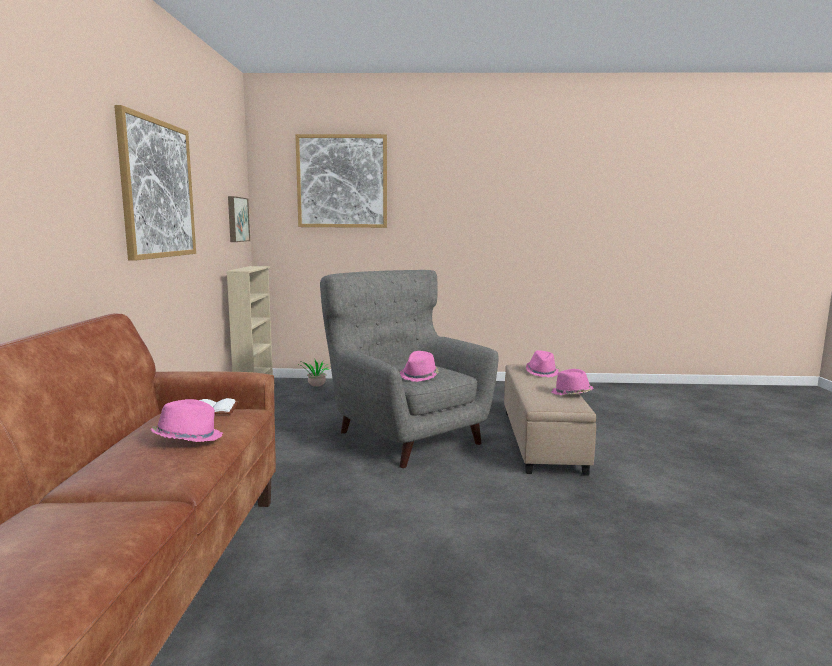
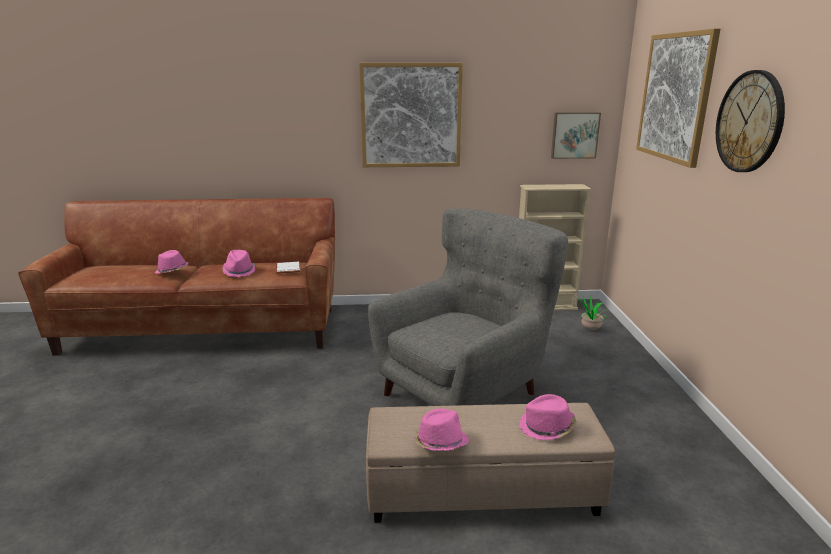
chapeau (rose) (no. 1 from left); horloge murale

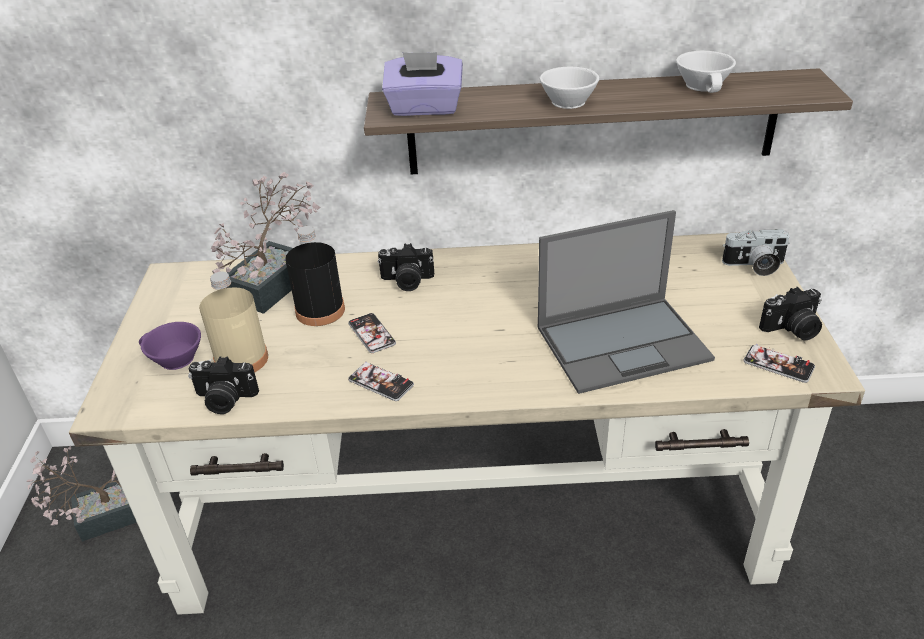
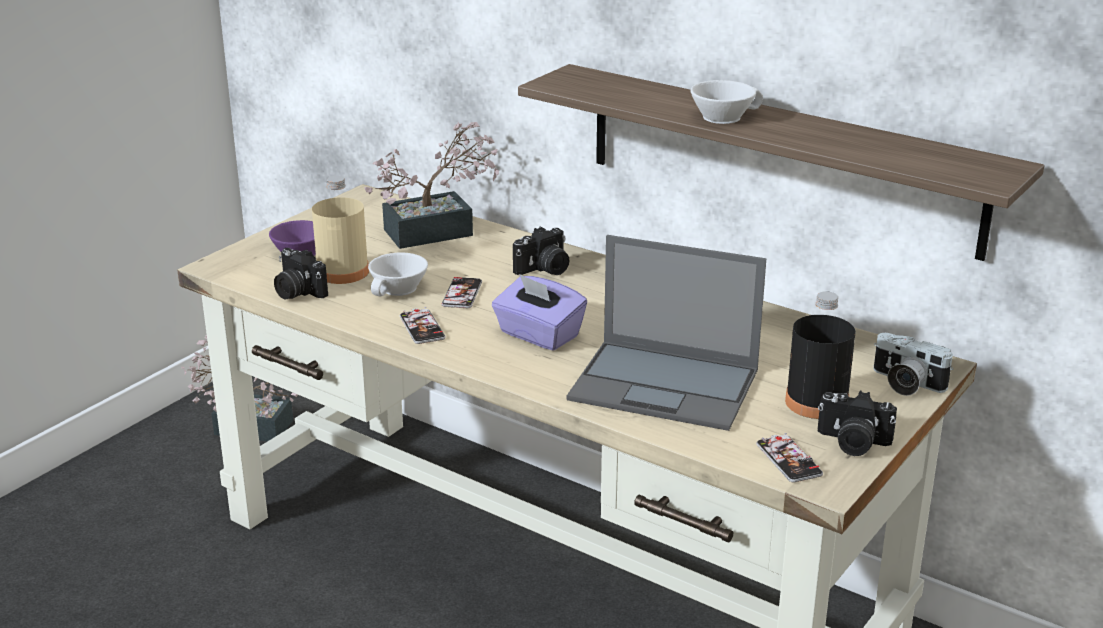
tasse (blanc) (no. 1 from left); boîte à mouchoirs (violet); appareil photo (no. 2 from left); bouteille (noir)

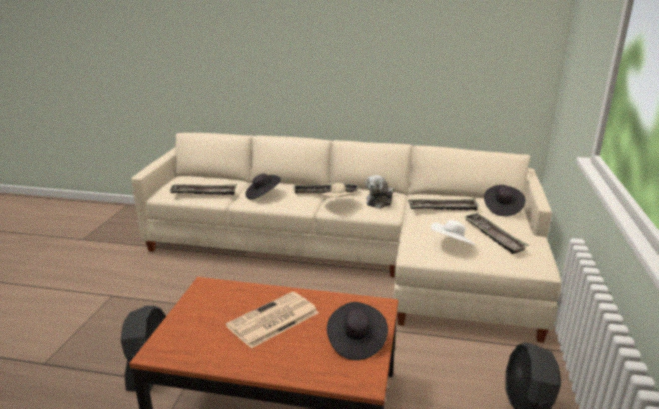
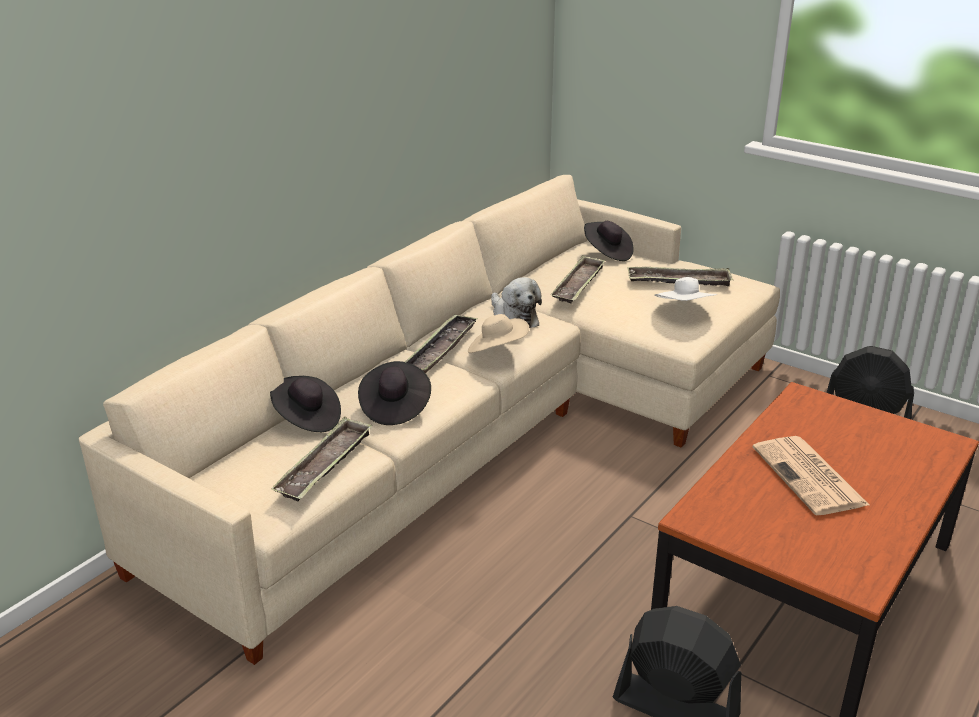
chapeau (noir) (no. 1 from left)

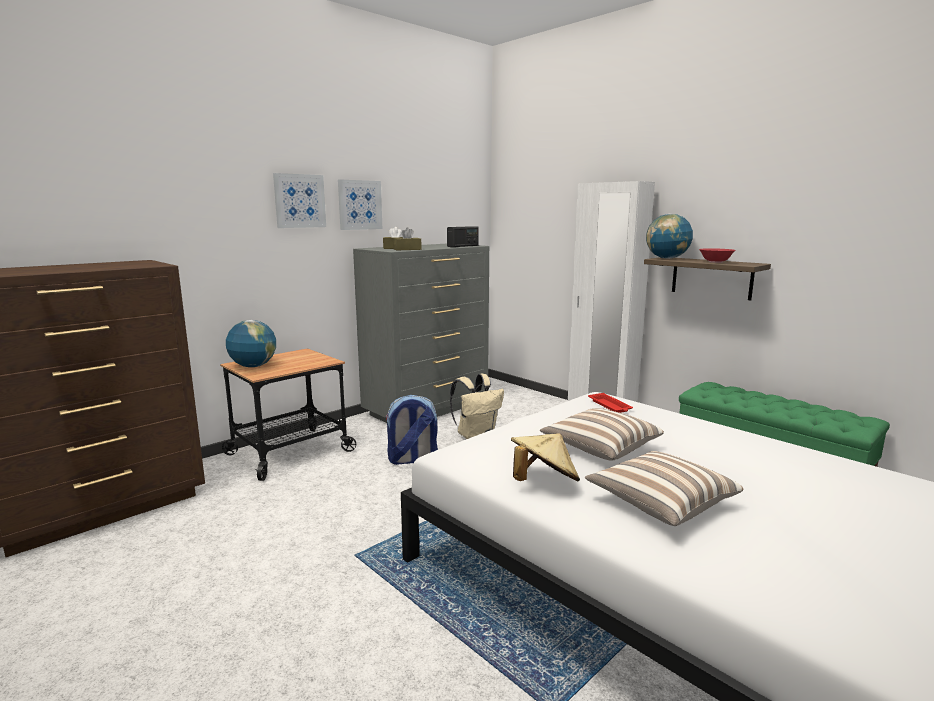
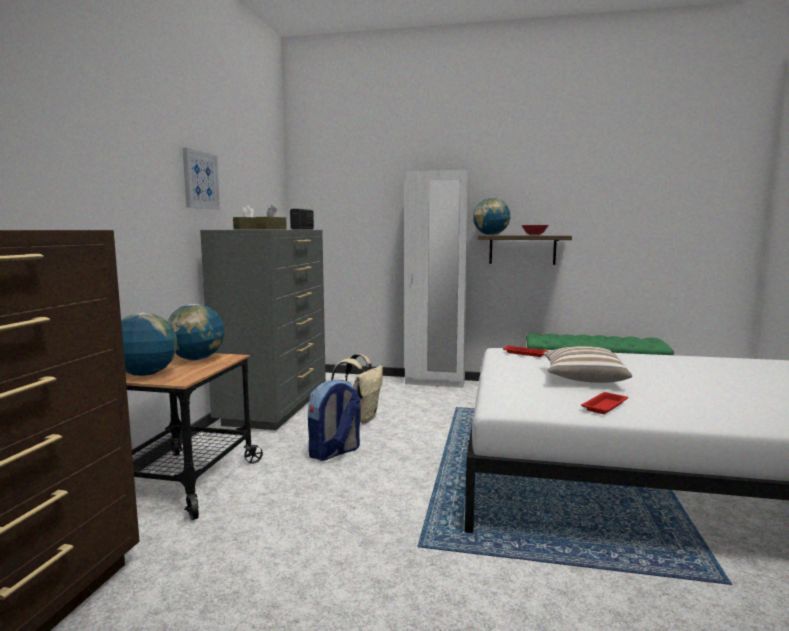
globe (no. 2 from left); plateau (rouge) (no. 2 from left); tableau (no. 1 from left in the first image); coussin (no. 2 from left in the first image)

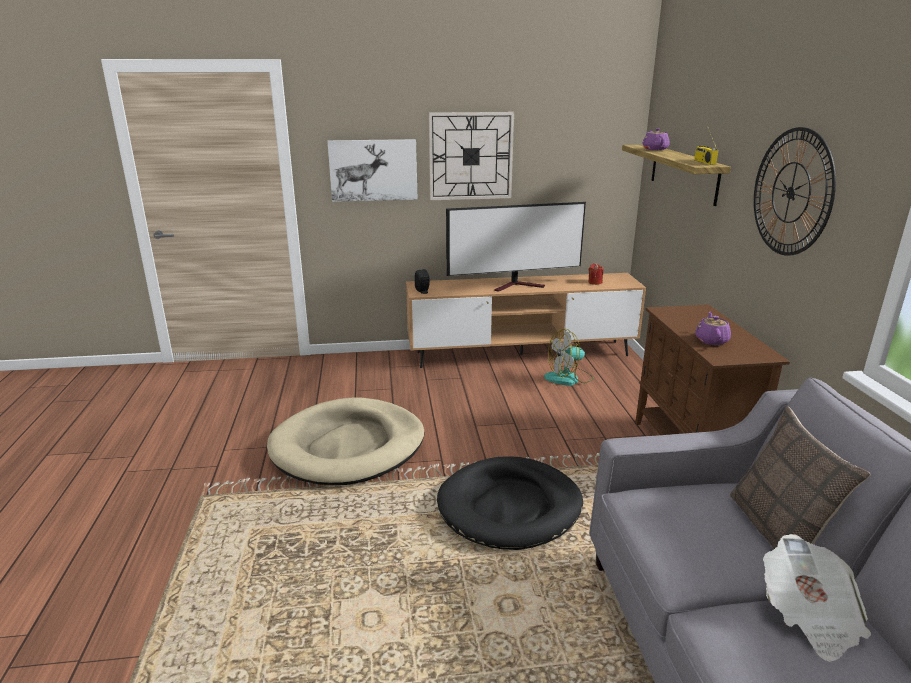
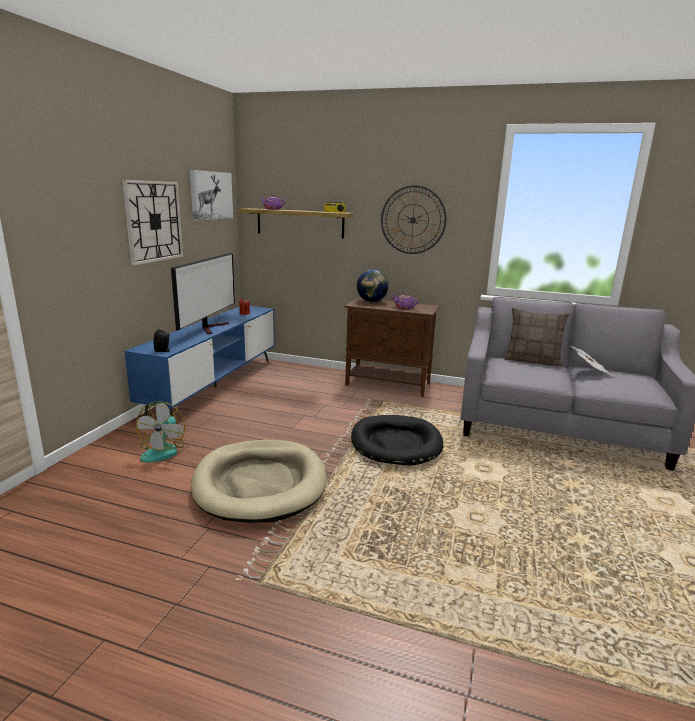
meuble télé (bleu); ventilateur; tableau; globe

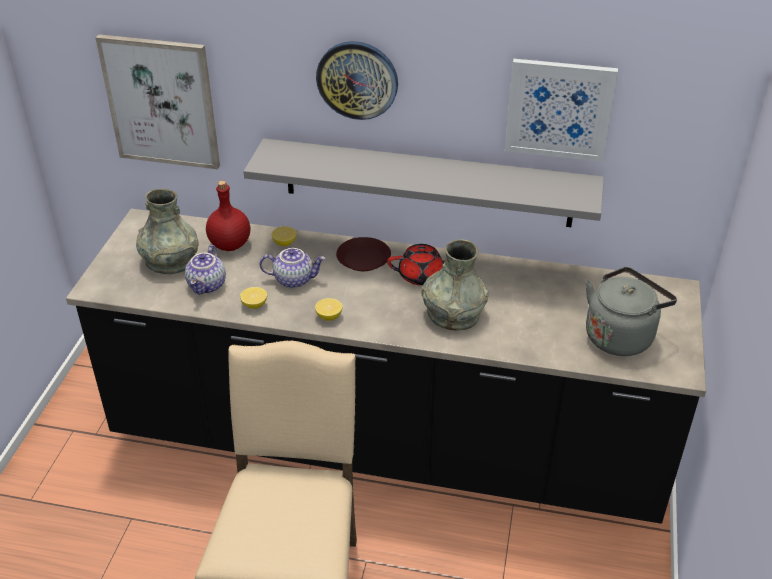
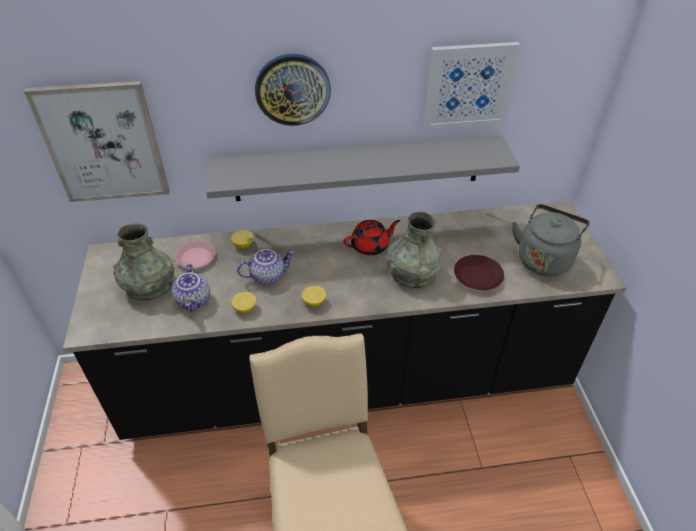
assiette (rose); assiette (marron)

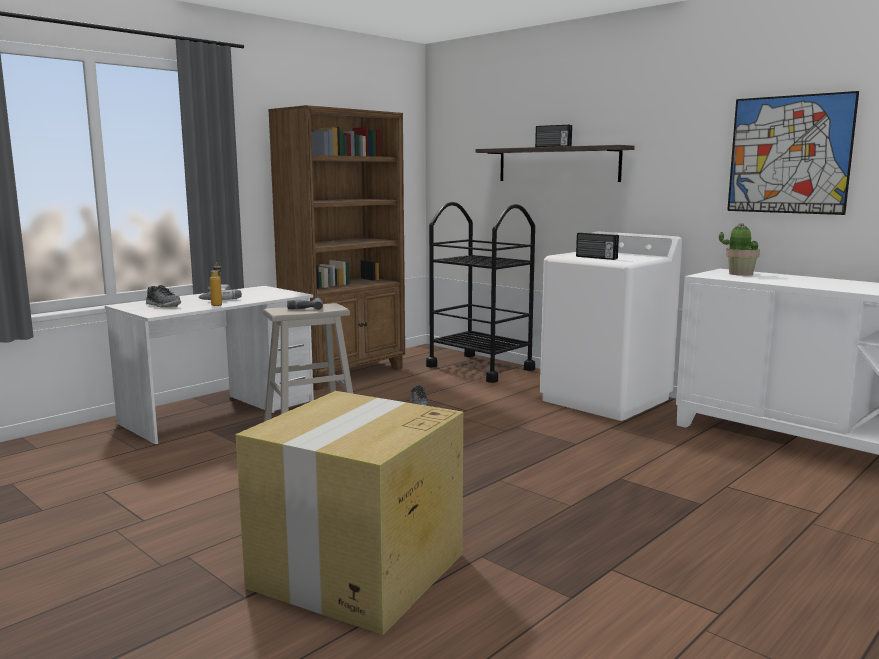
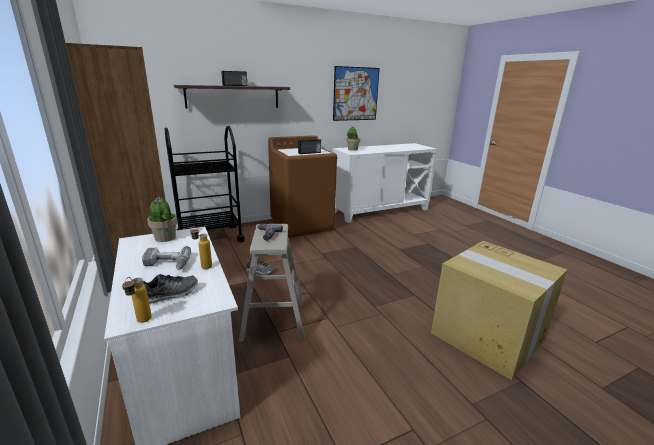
bouteille (no. 1 from left); plante en pot (no. 1 from left); lave-linge (marron)

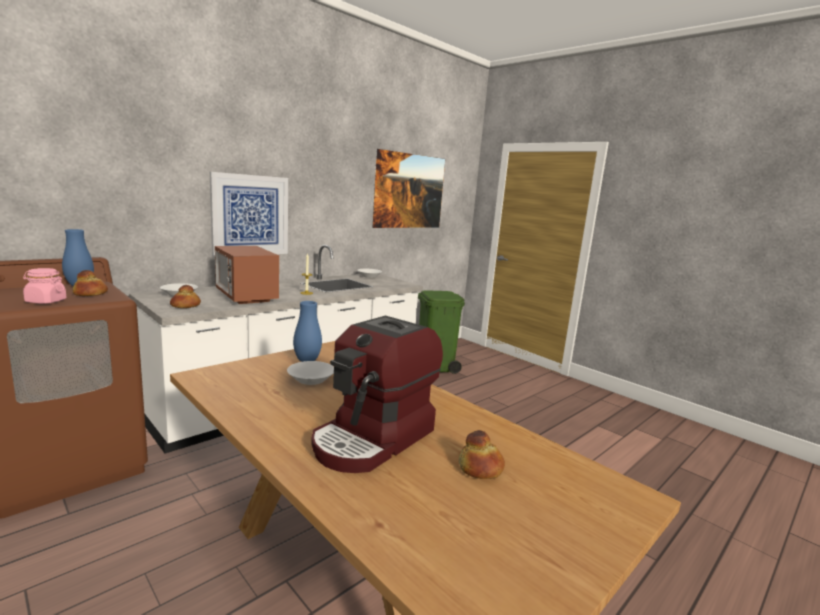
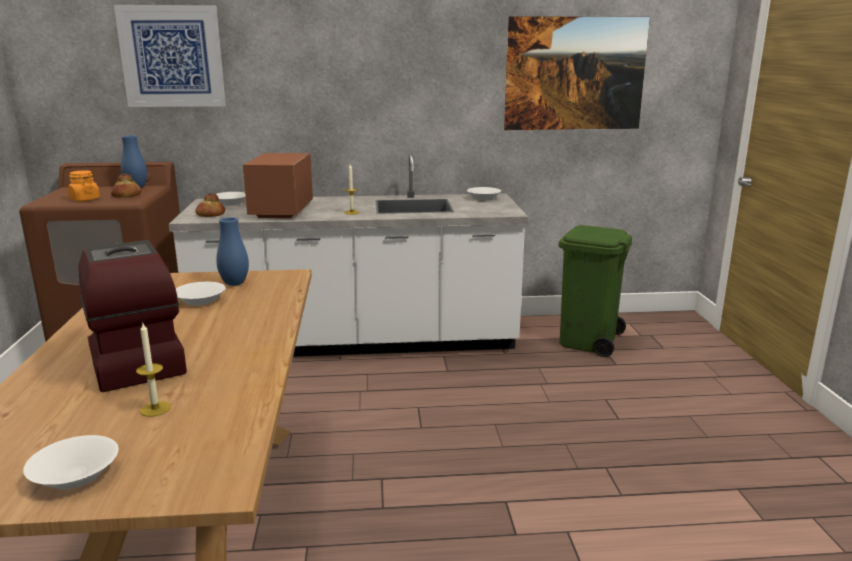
bol (blanc) (no. 1 from left); bocal (orange); machine à café; tableau (no. 1 from left); bougie (no. 1 from left)

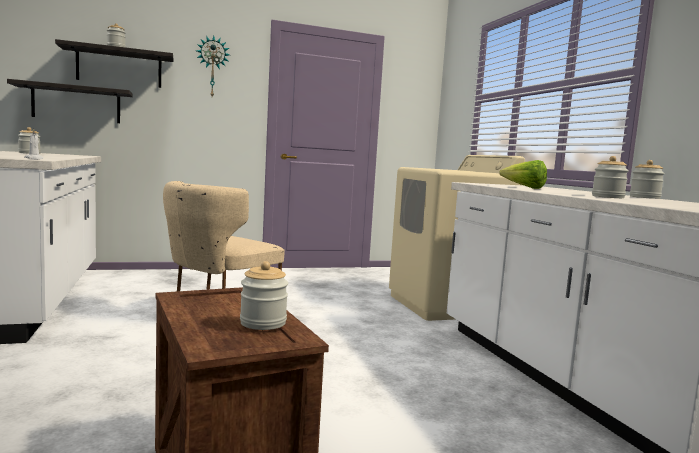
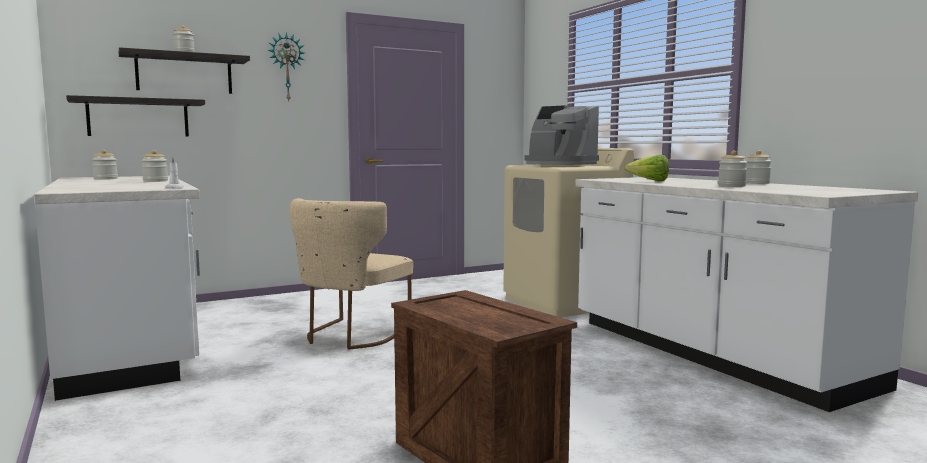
bocal (no. 2 from left); machine à café

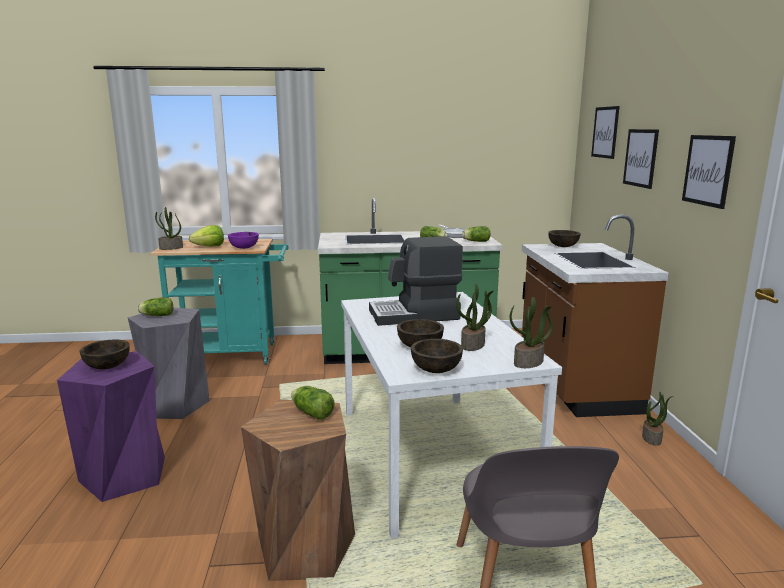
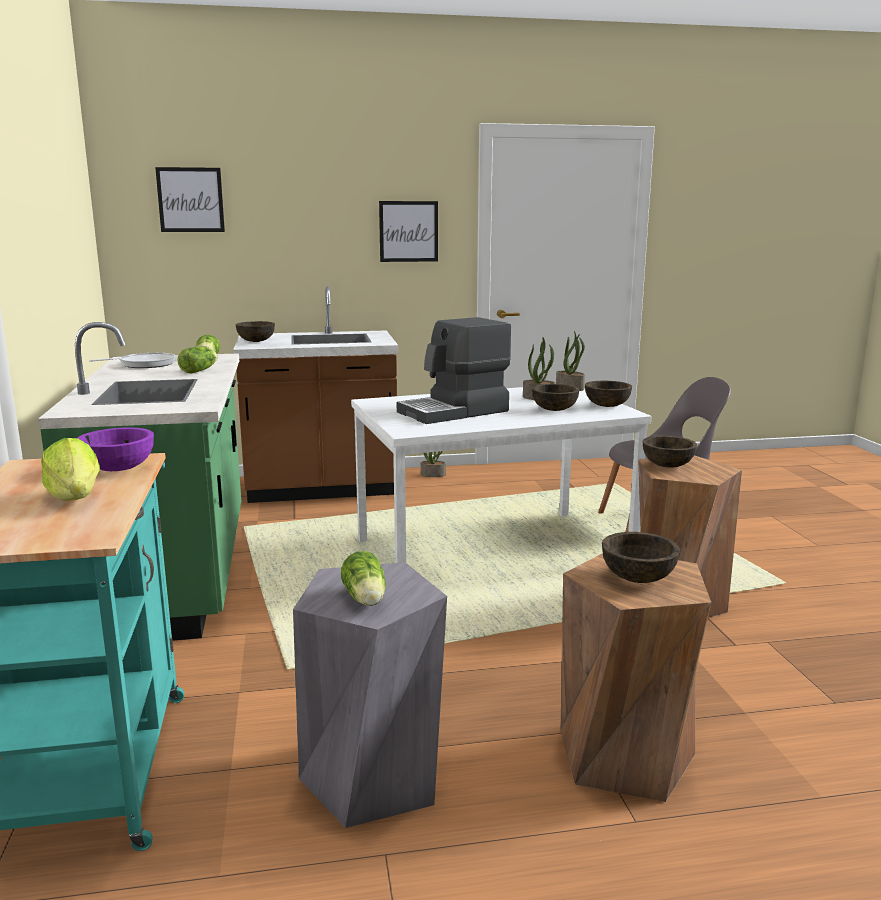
machine à café; tabouret (marron) (no. 1 from left); bol (marron) (no. 5 from left); plante en pot (no. 1 from left in the first image); tableau (no. 2 from left in the first image)

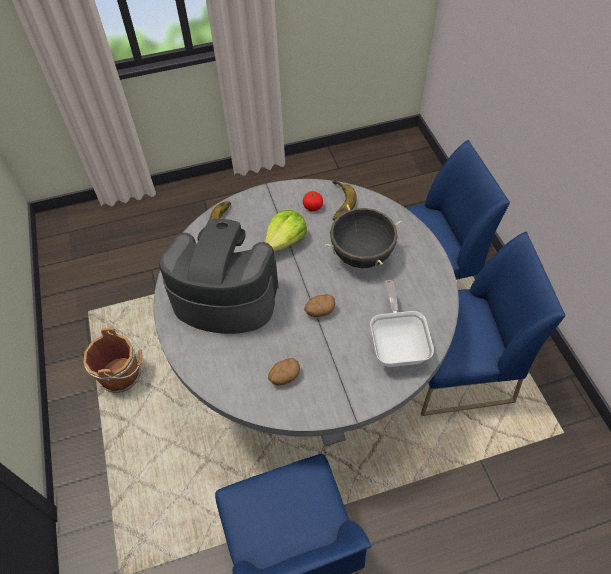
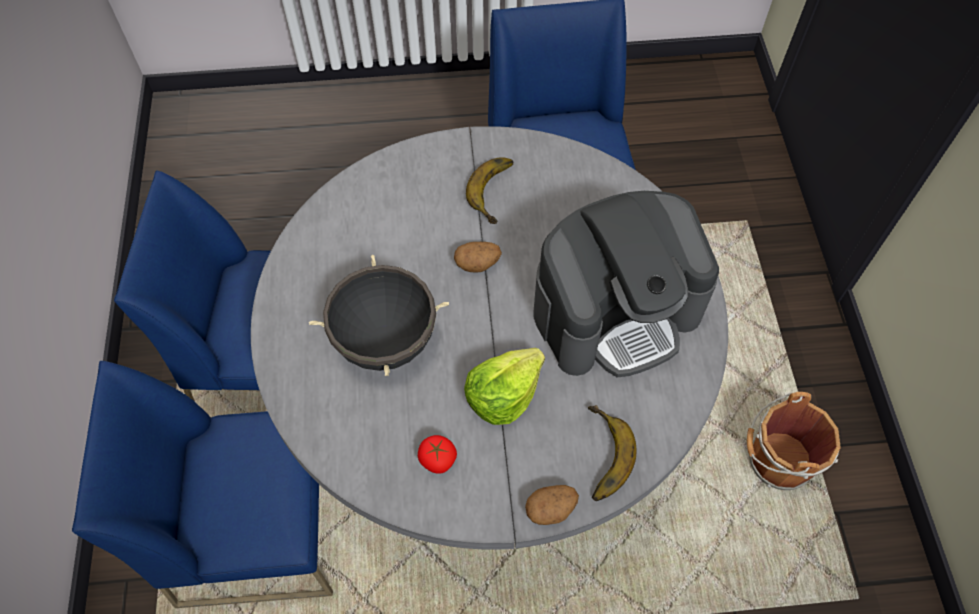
banane (no. 1 from left); pomme de terre (no. 2 from left); machine à café; poêle

